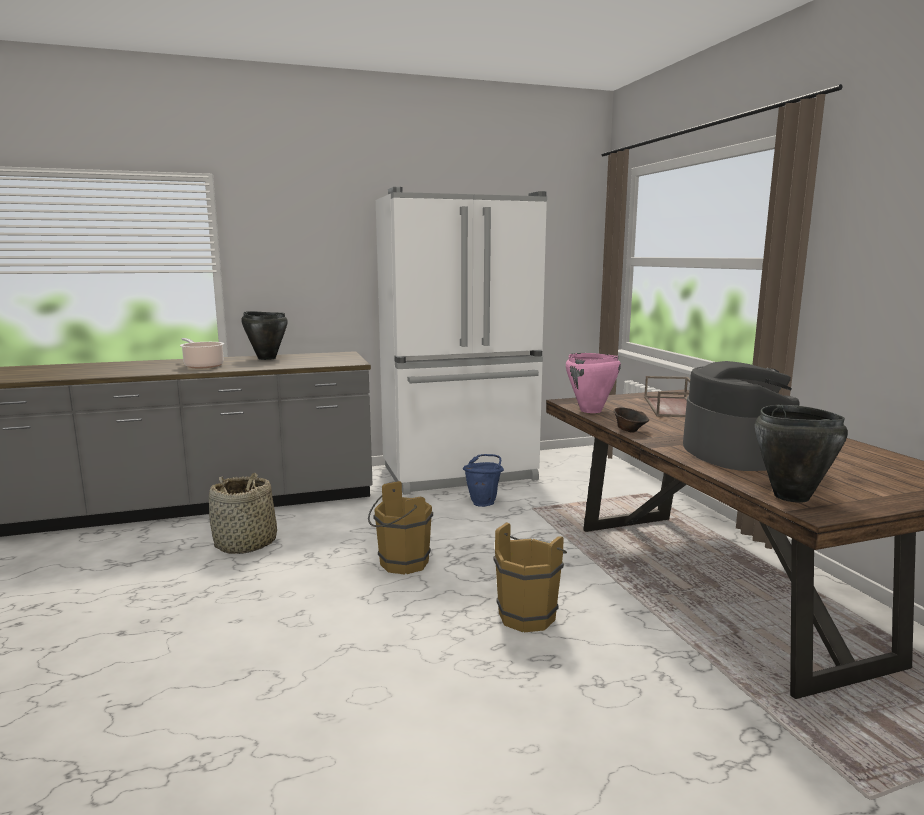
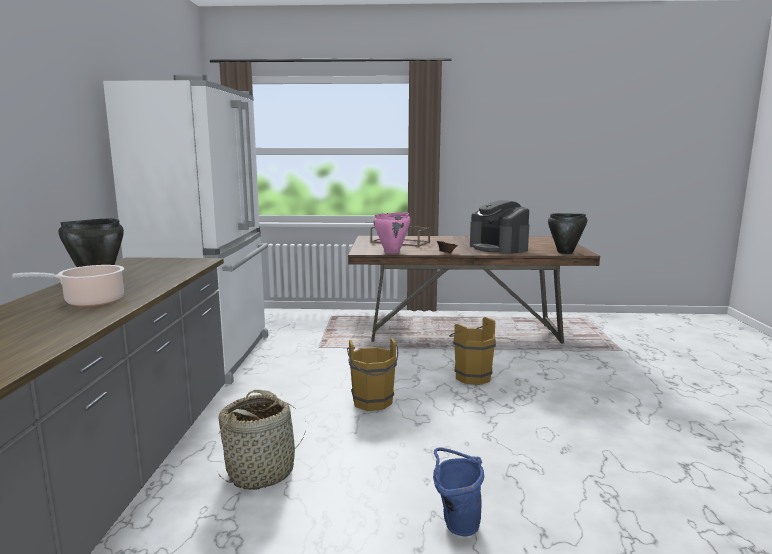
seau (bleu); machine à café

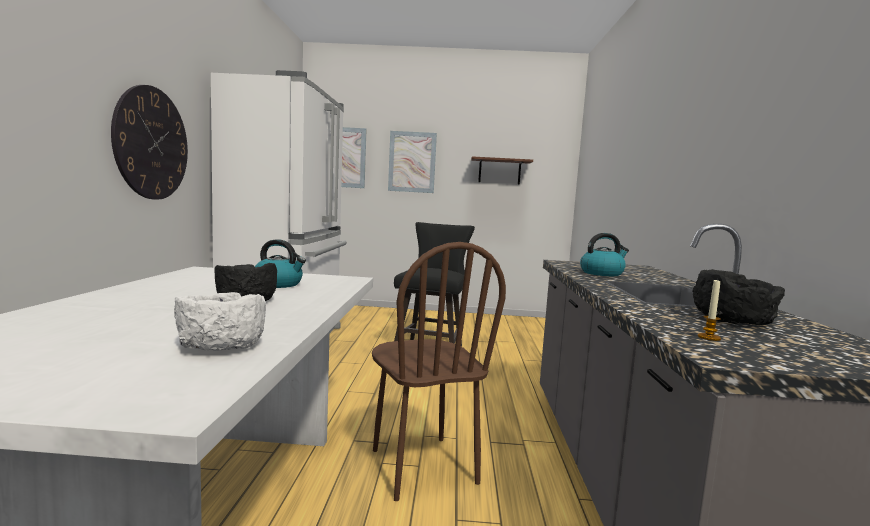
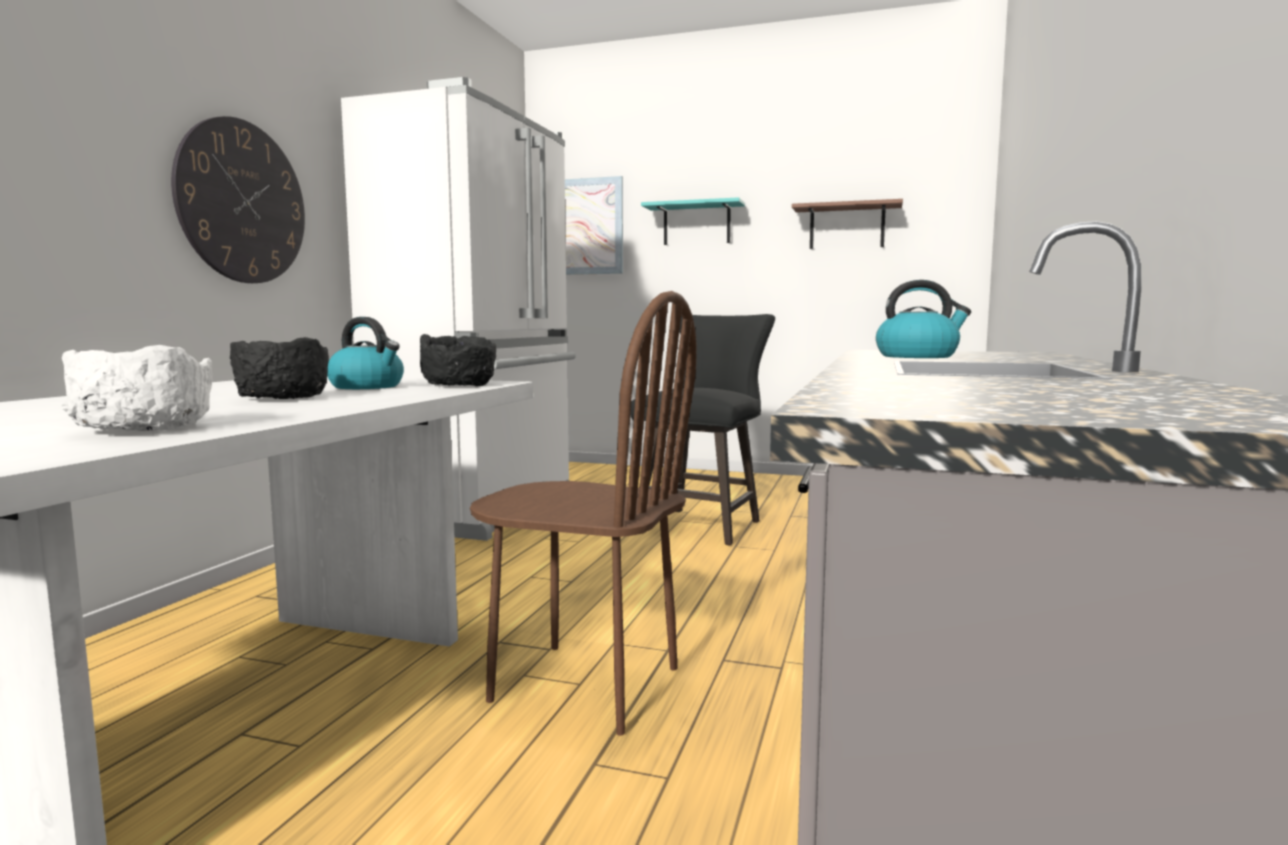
bol (noir) (no. 2 from left); chaise (marron); étagère (turquoise); bougie

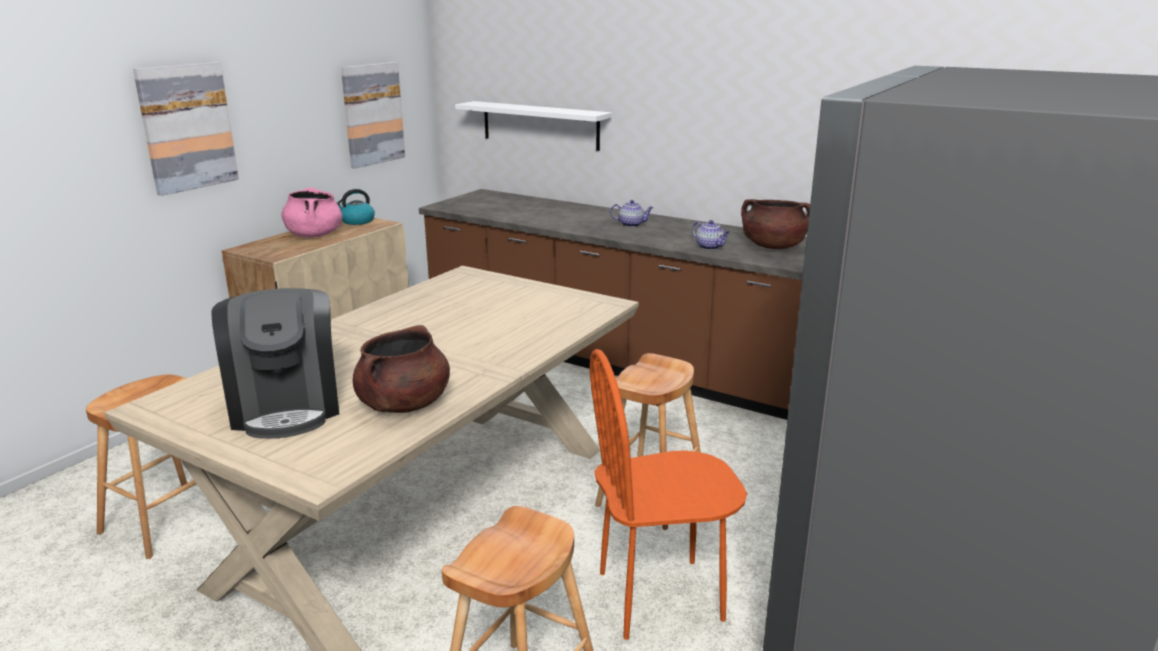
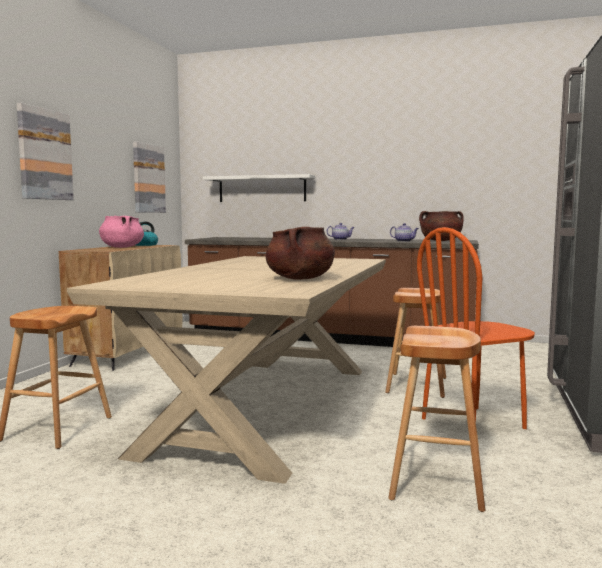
machine à café

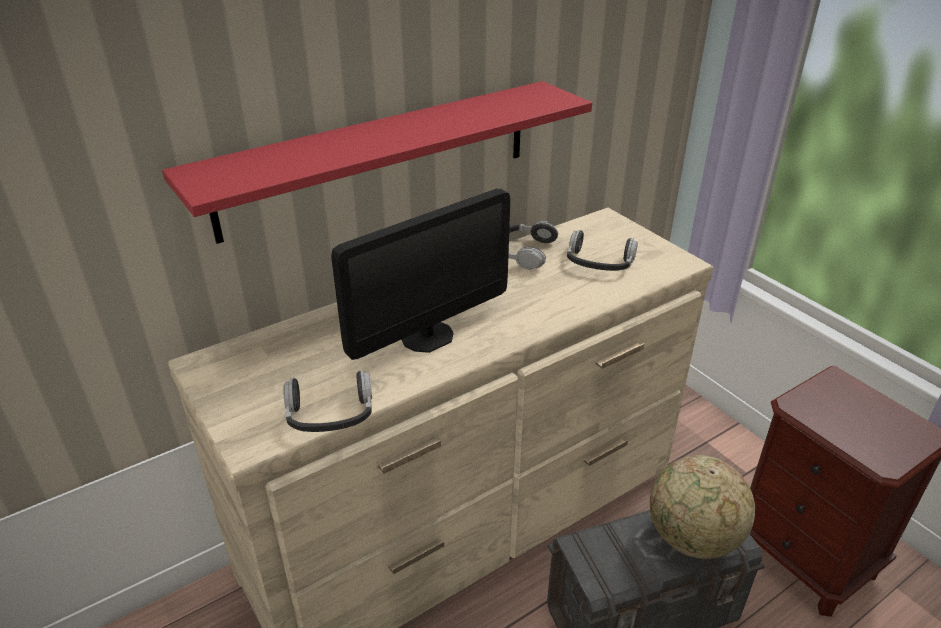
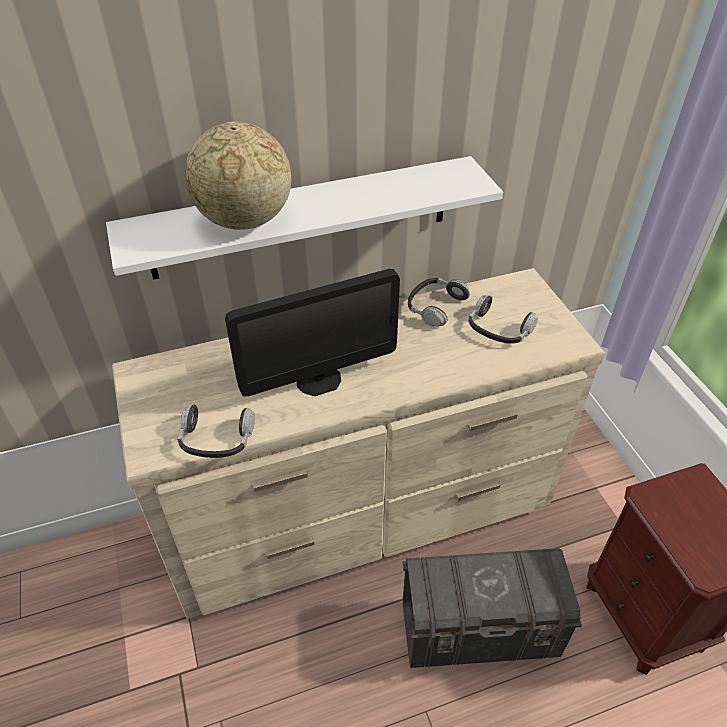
étagère (blanc); globe

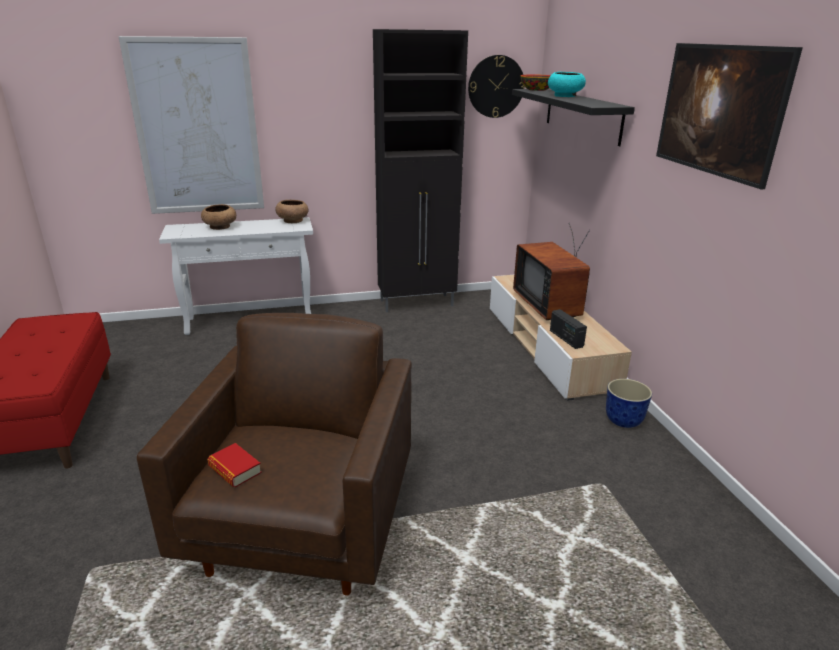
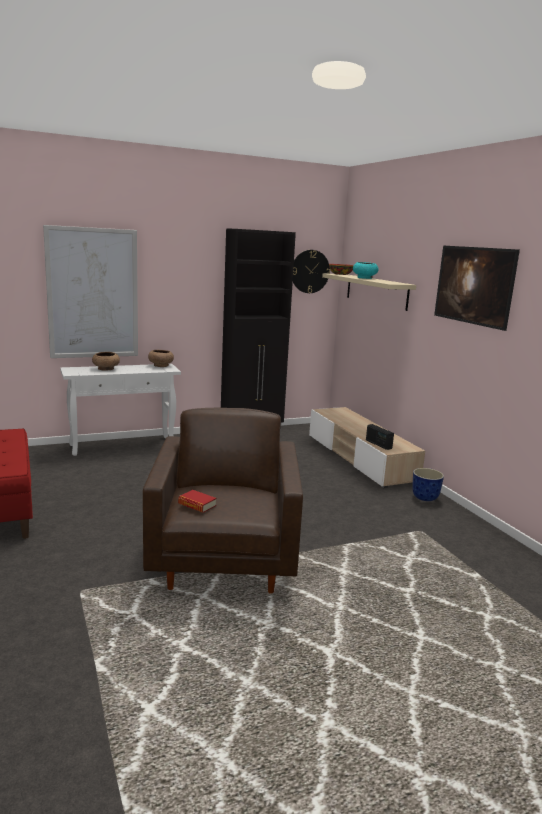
étagère (beige); téléviseur

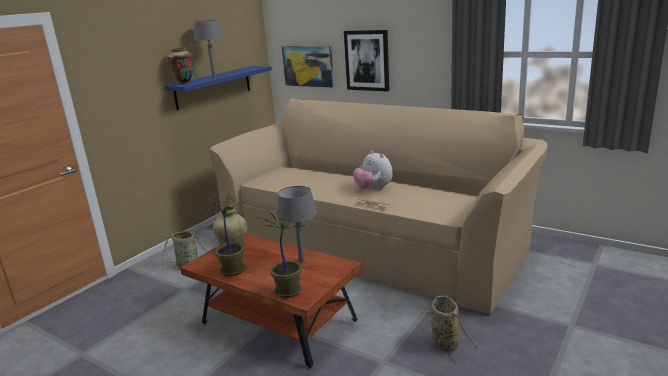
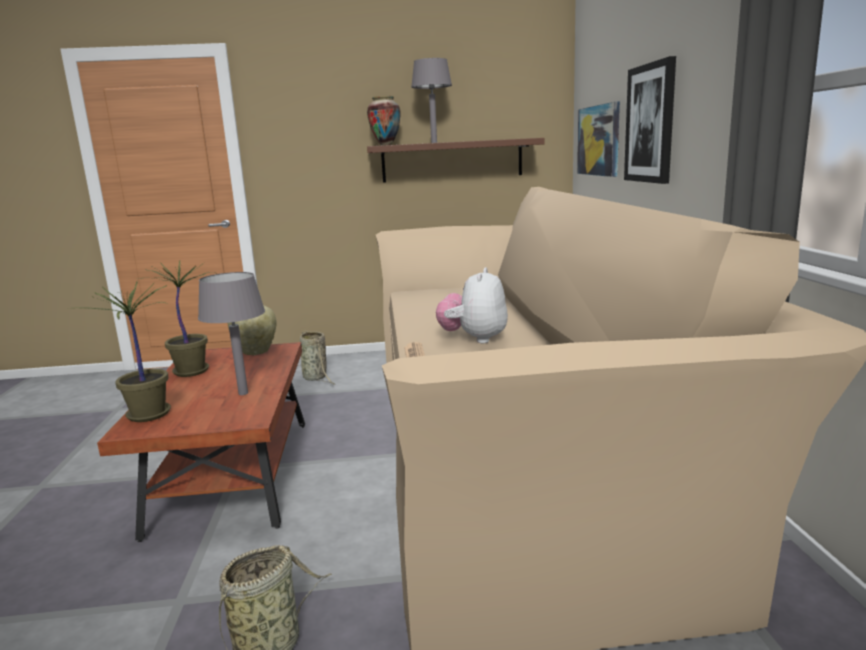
étagère (marron)

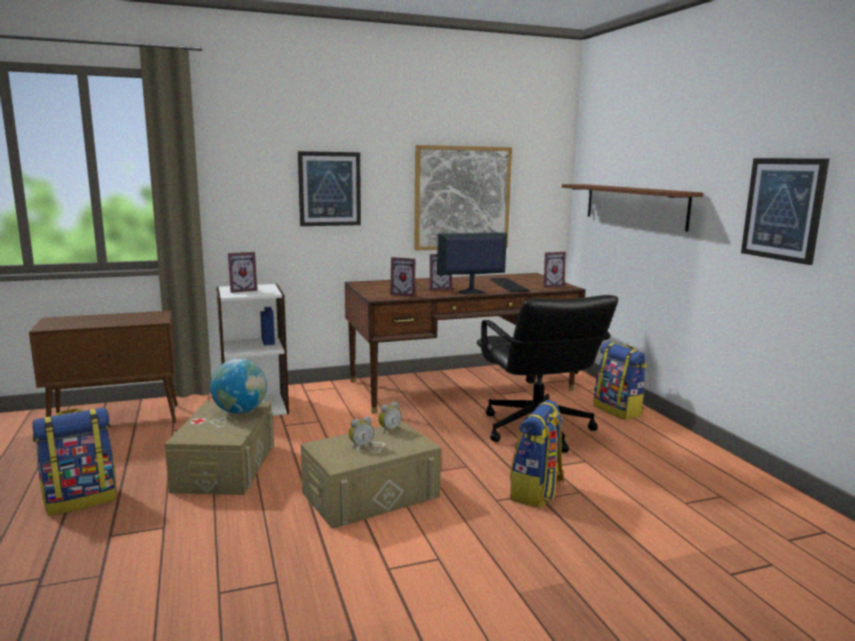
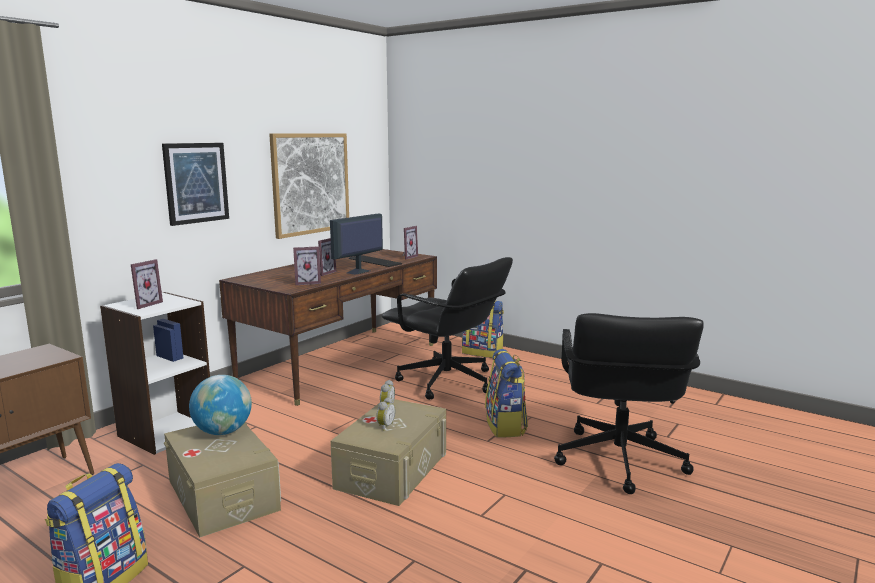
chaise de bureau (noir) (no. 2 from left); étagère (marron); tableau (no. 3 from left in the first image)

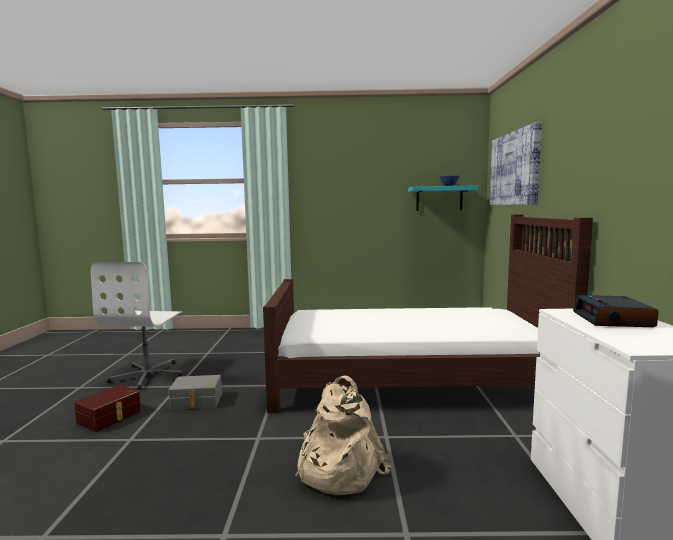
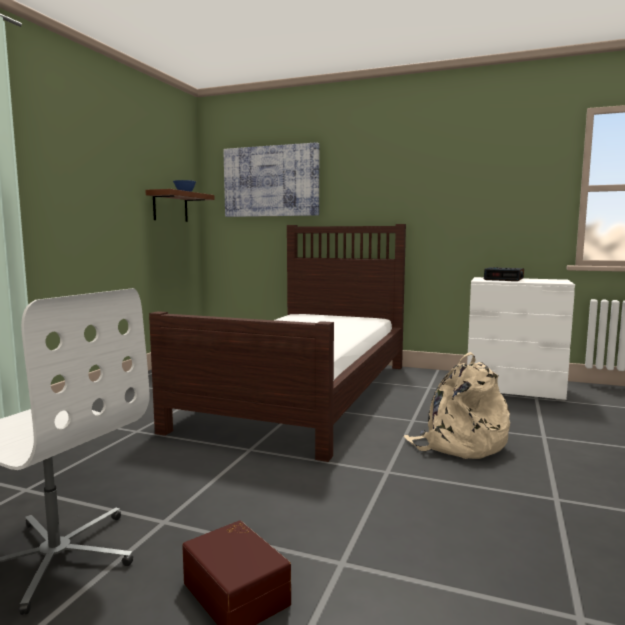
étagère (marron); boîte de rangement (gris)

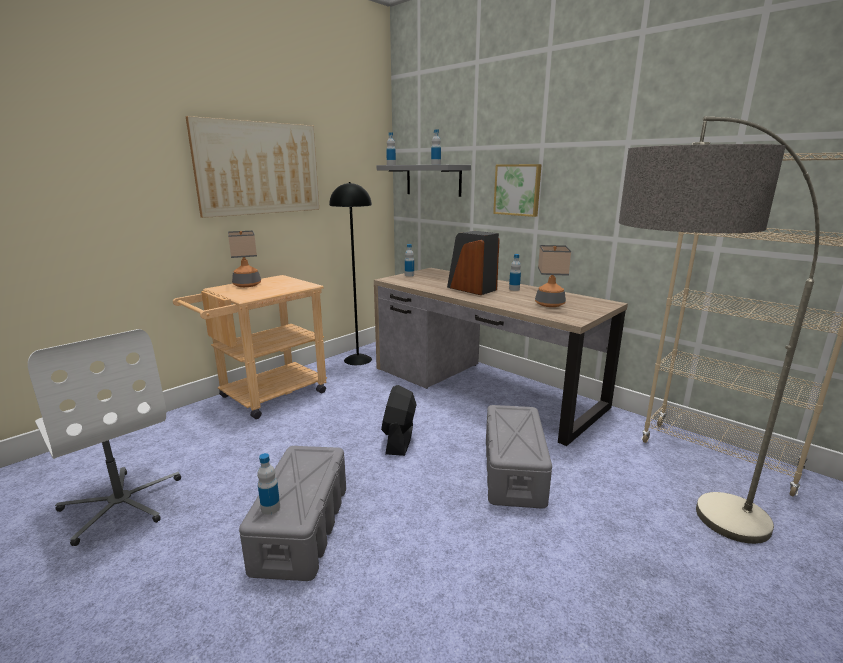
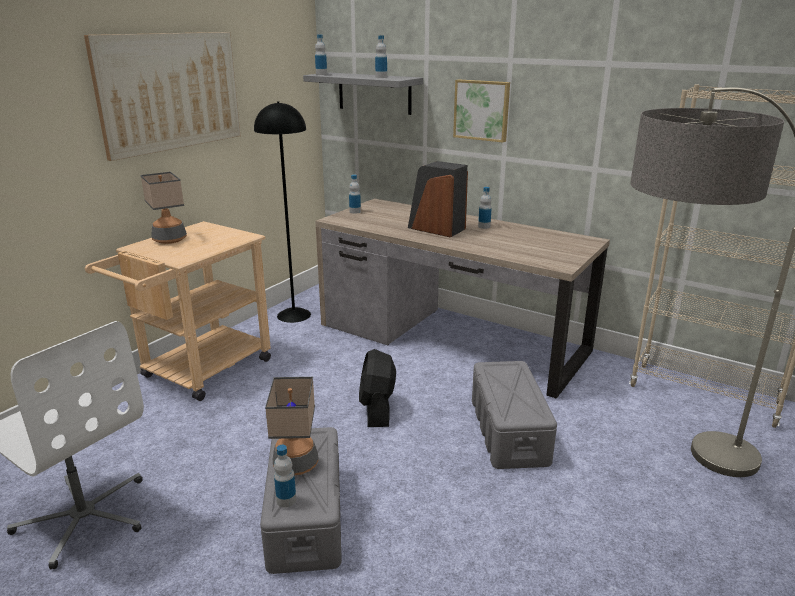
lampe de table (no. 2 from left)

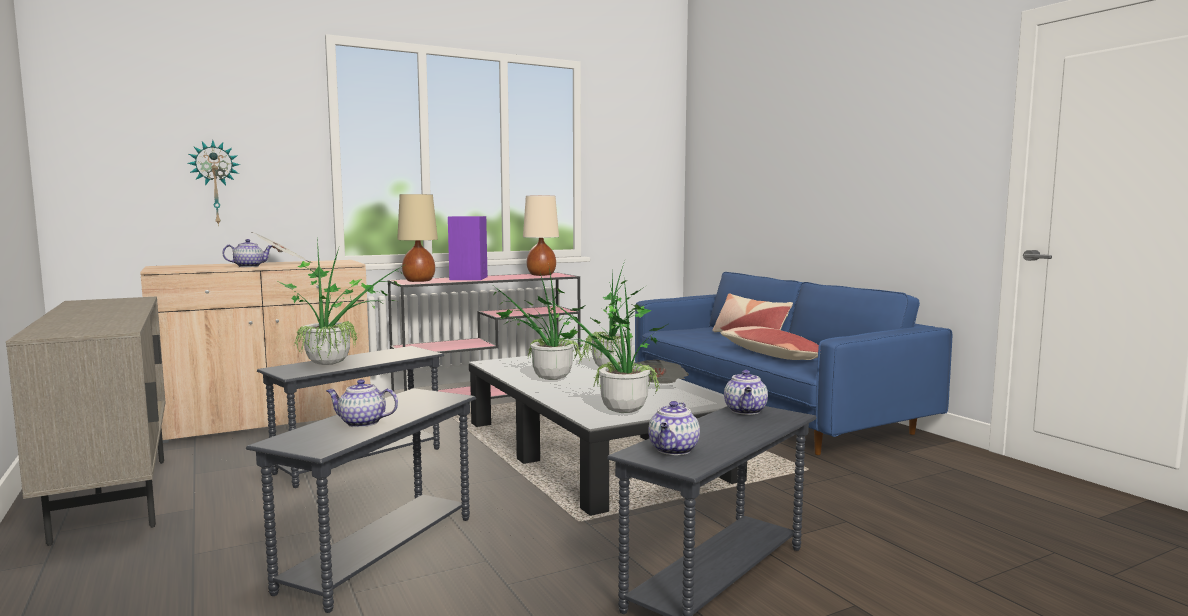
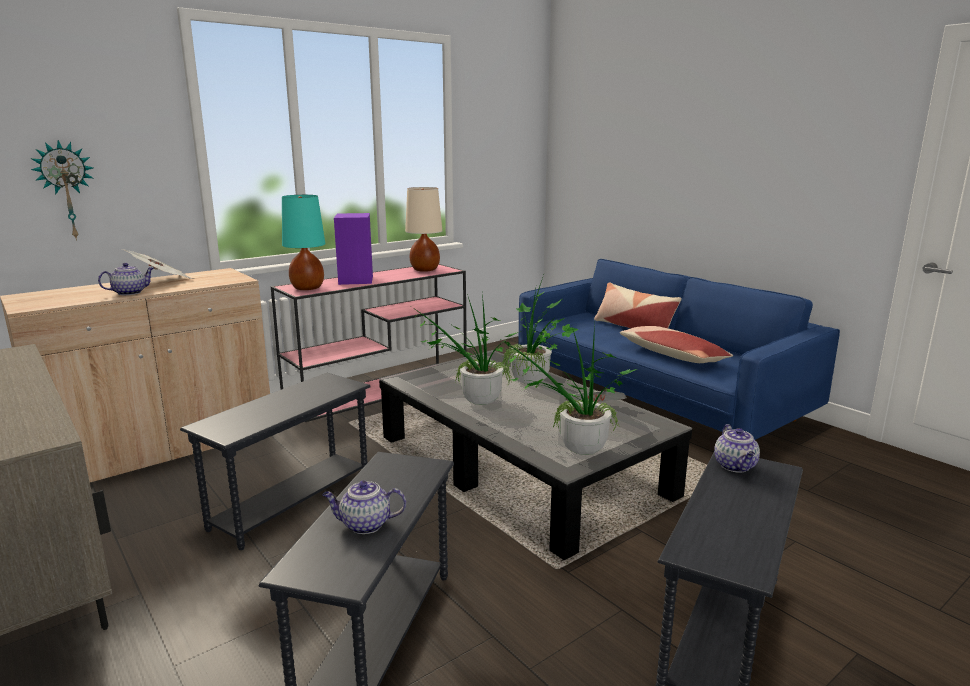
lampe de table (turquoise); plante en pot (no. 1 from left in the first image); théière (no. 3 from left in the first image)

